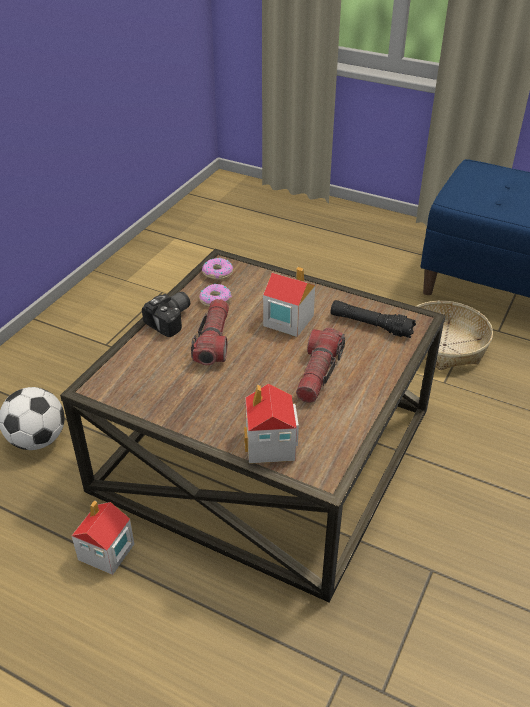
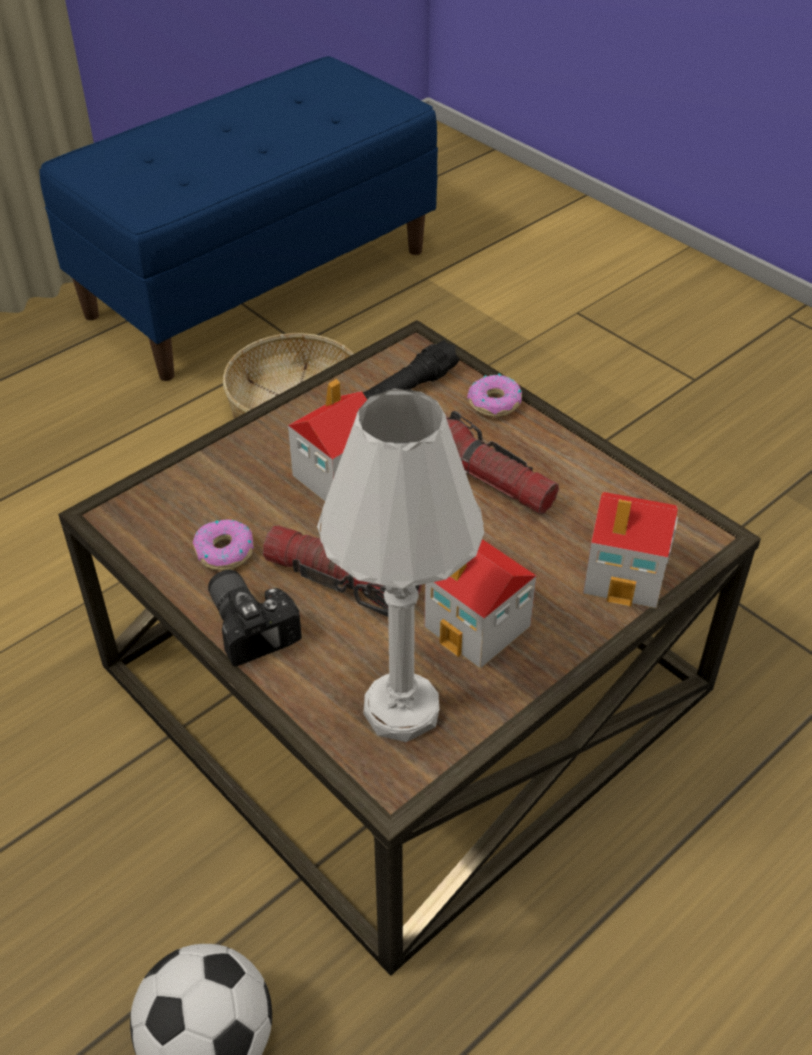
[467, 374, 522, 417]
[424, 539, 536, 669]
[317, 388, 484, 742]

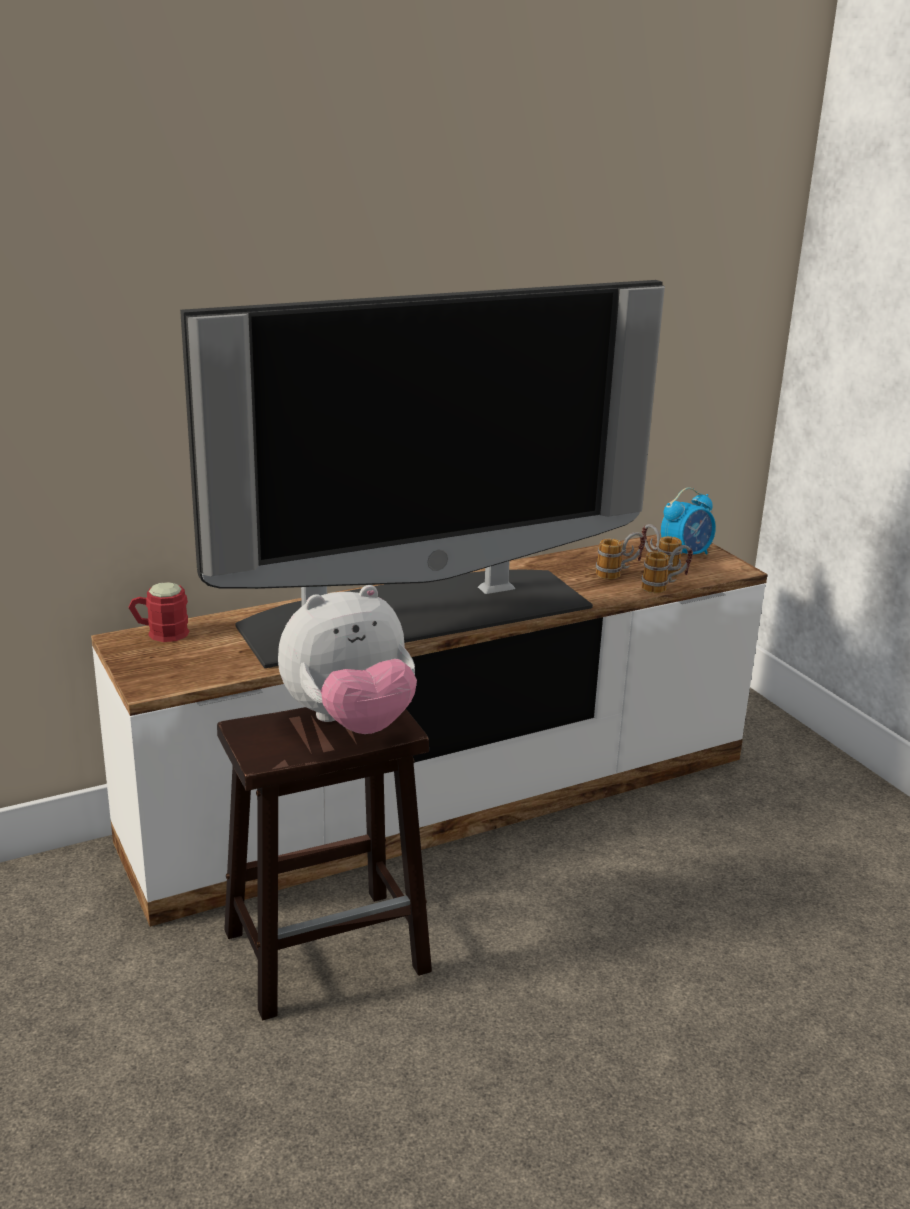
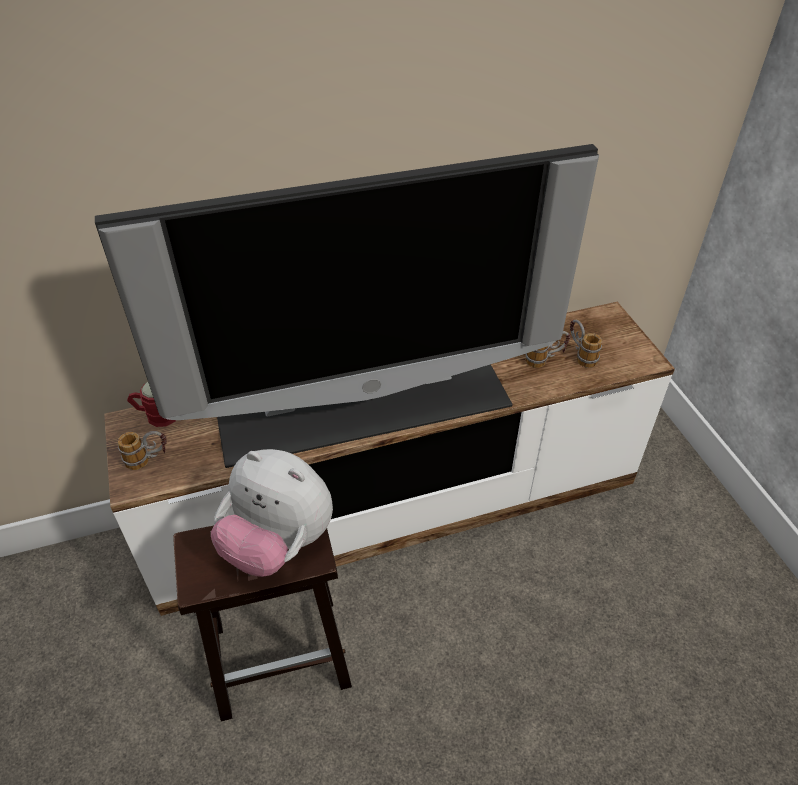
[661, 487, 716, 555] (first image)
[118, 431, 167, 470]
[211, 449, 333, 577]

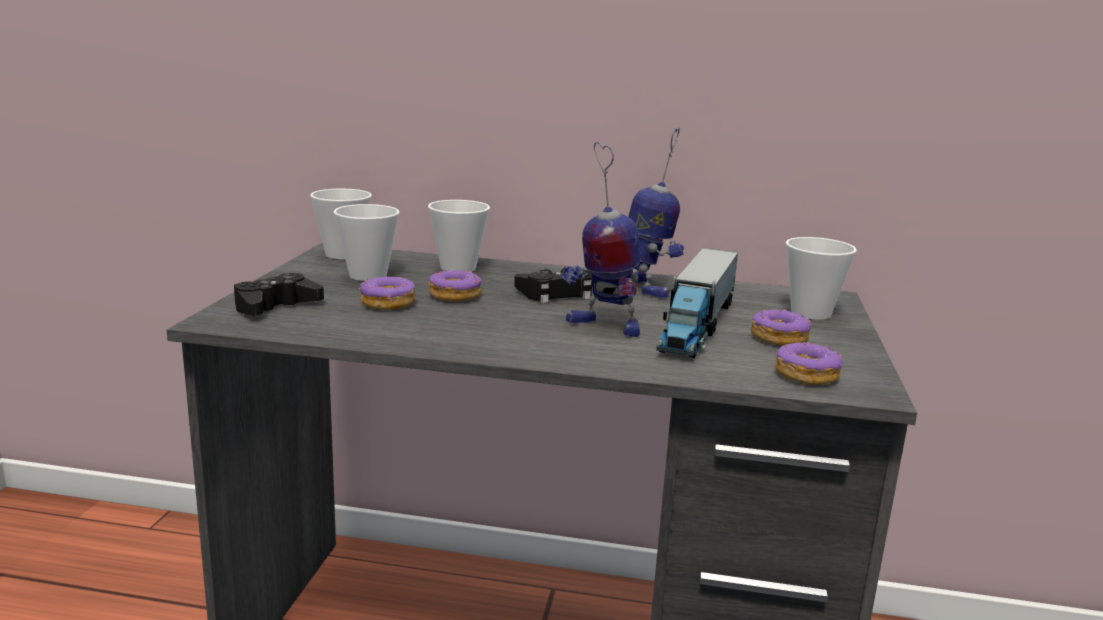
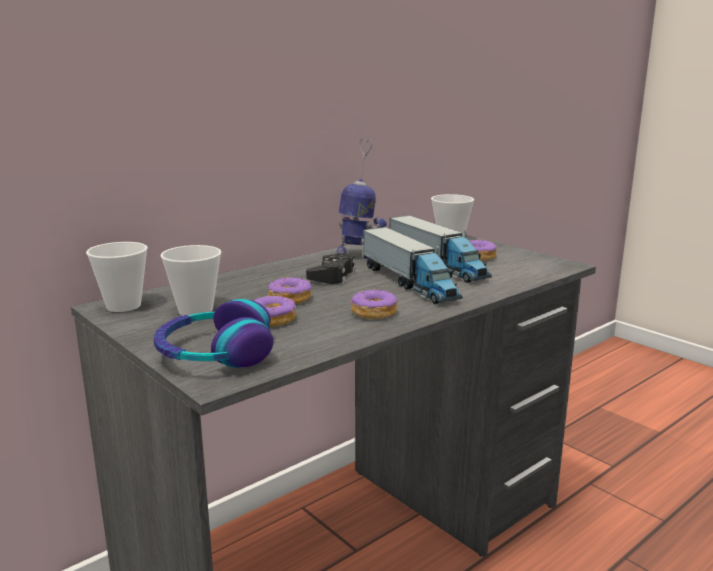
[363, 227, 463, 304]
[428, 200, 490, 272] (first image)
[154, 299, 274, 368]
[350, 288, 398, 319]

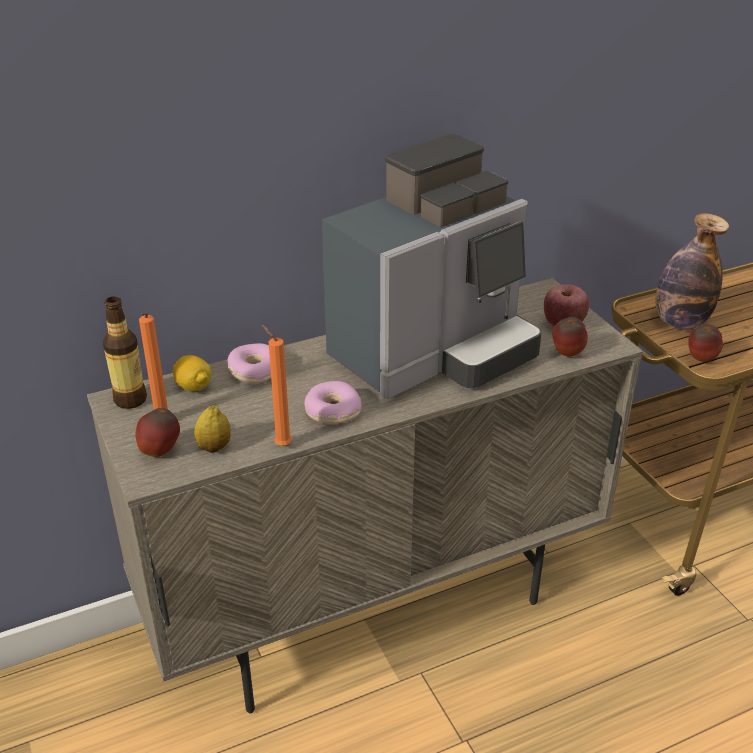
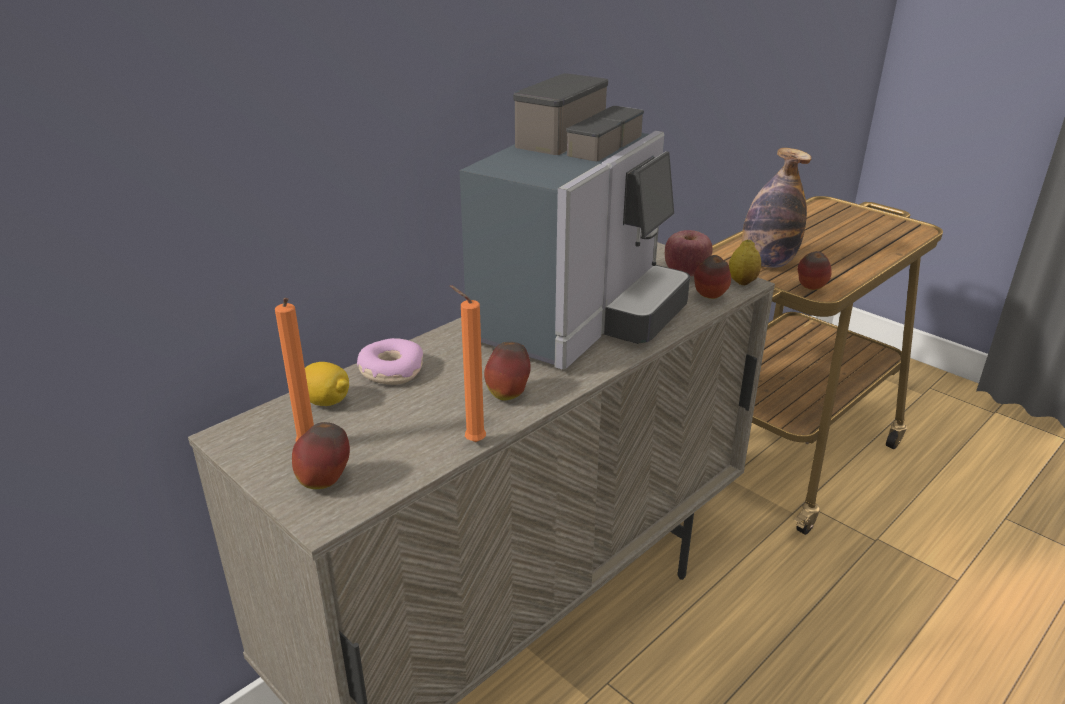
[103, 297, 147, 409] (first image)
[484, 342, 531, 401]
[729, 240, 761, 285]

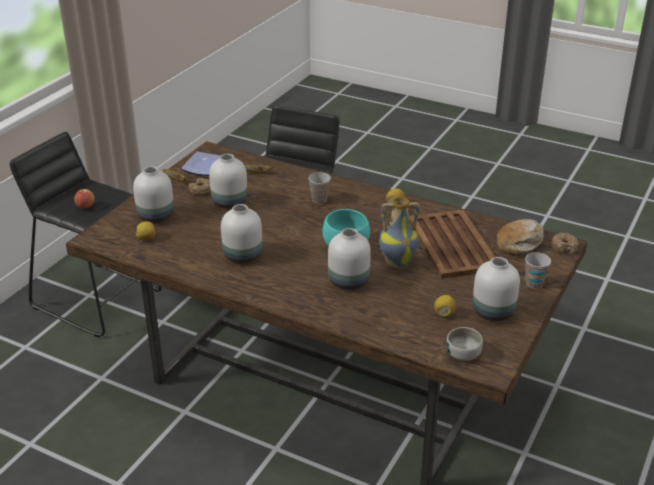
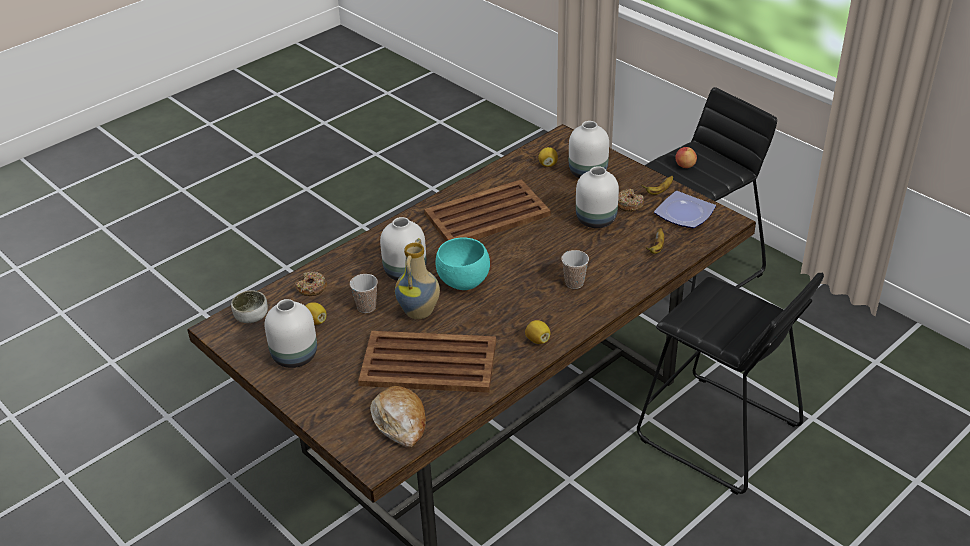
[424, 179, 551, 241]
[296, 272, 327, 296]
[350, 274, 378, 313]

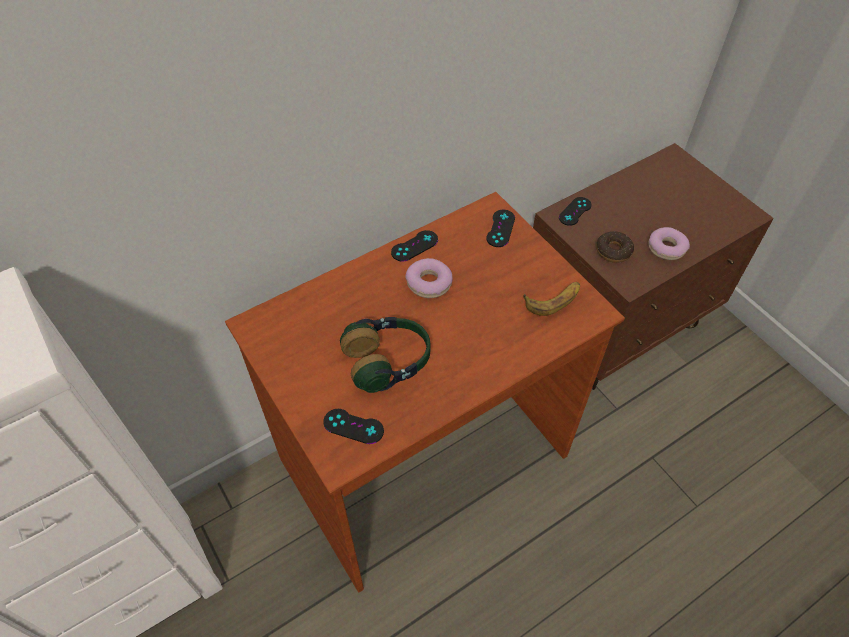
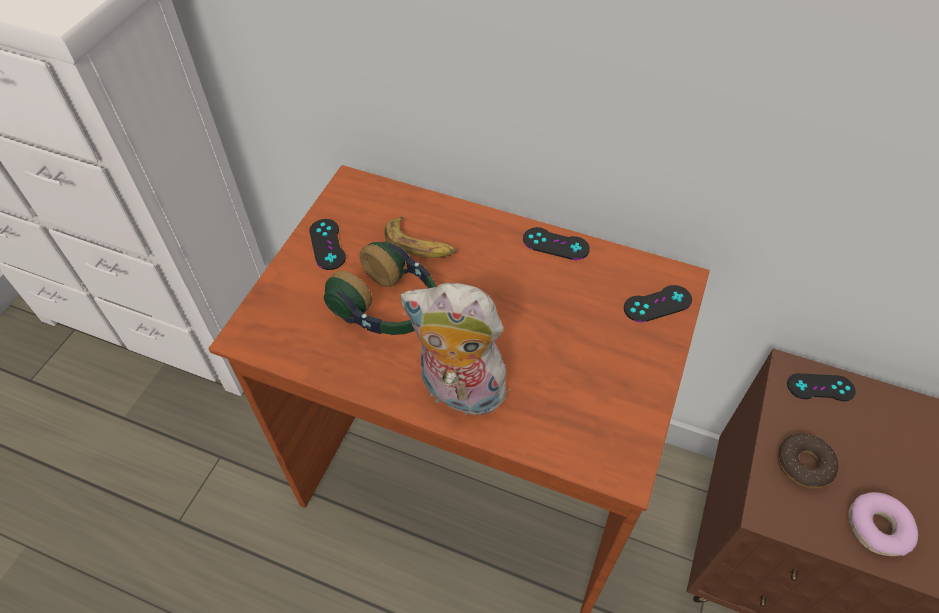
[405, 258, 452, 298] (first image)
[384, 217, 456, 258]
[309, 219, 346, 270]
[400, 283, 512, 415]

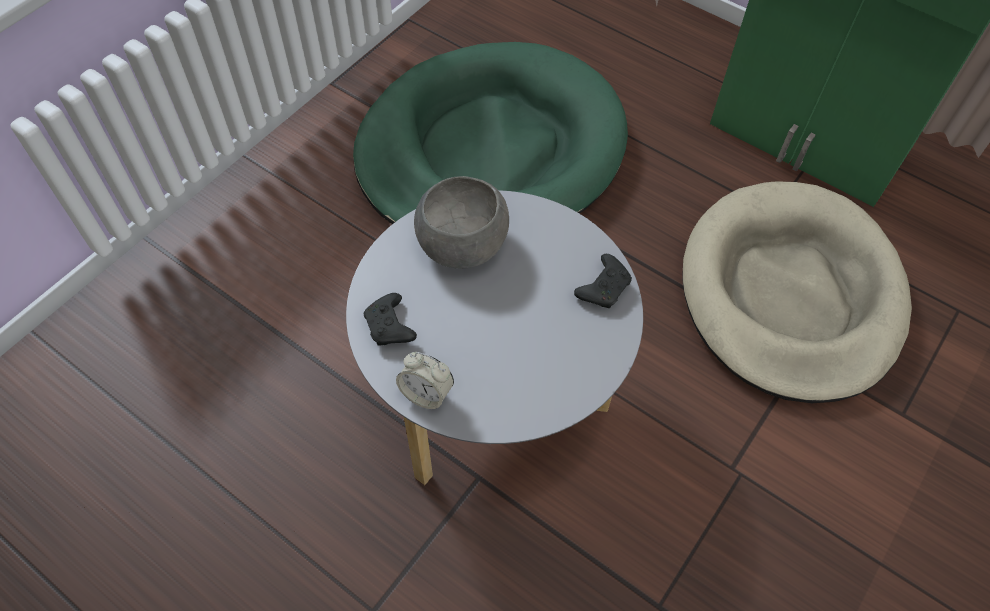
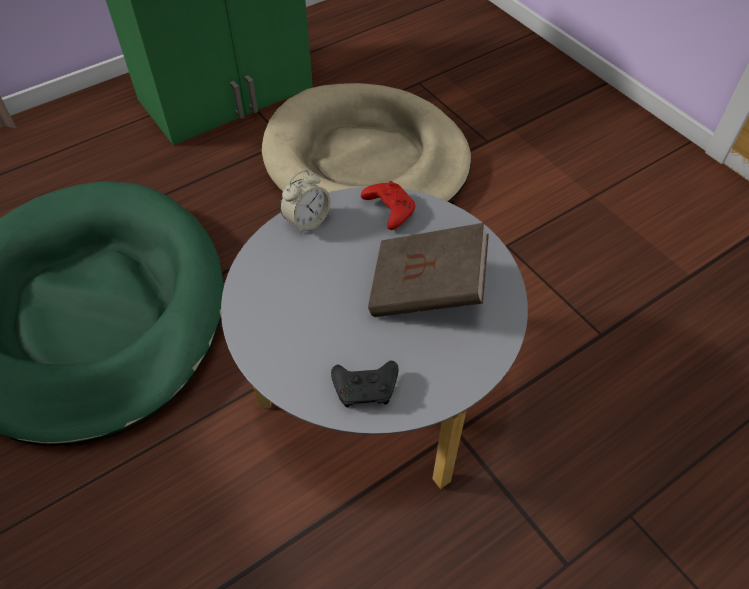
[414, 176, 509, 269] (first image)
[361, 181, 415, 230]
[280, 170, 330, 234]
[368, 223, 489, 317]

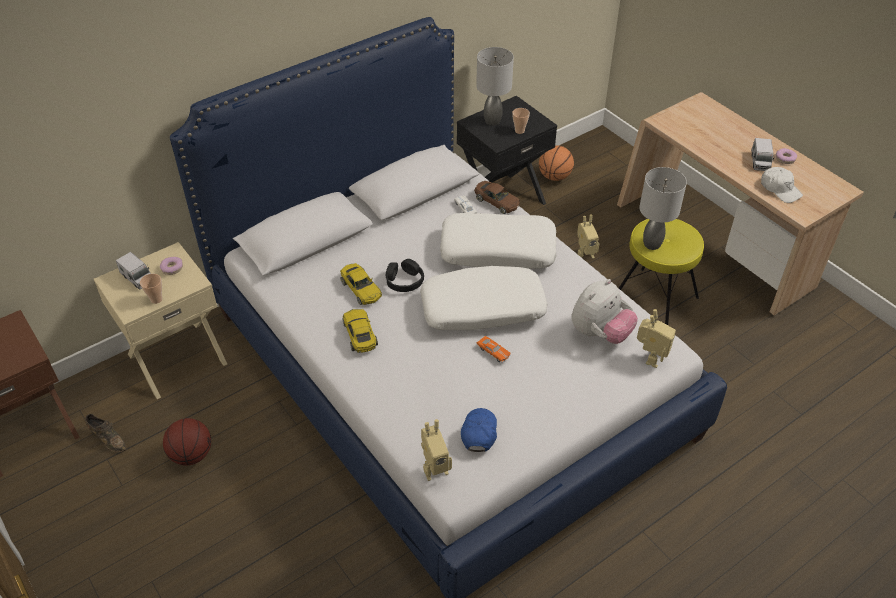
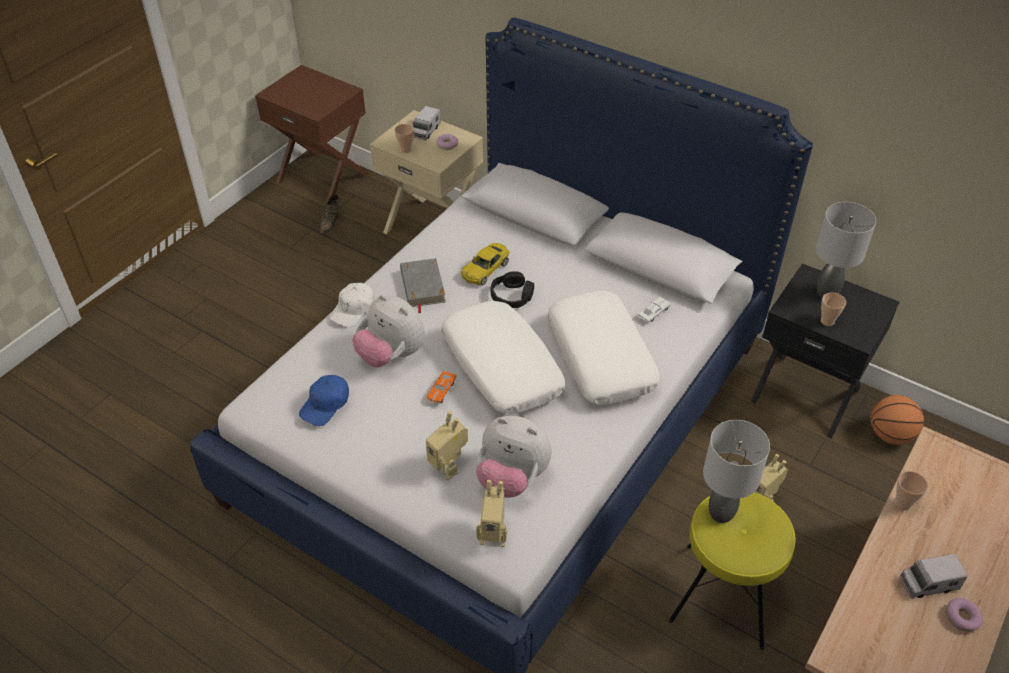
[329, 283, 374, 328]
[474, 181, 520, 214] (first image)
[400, 258, 446, 313]
[299, 375, 349, 426]
[163, 418, 211, 466] (first image)
[426, 411, 468, 480]
[352, 294, 425, 367]
[895, 471, 928, 511]

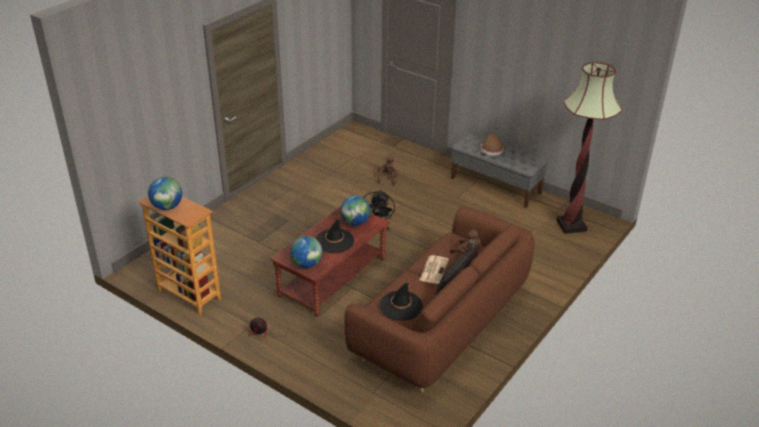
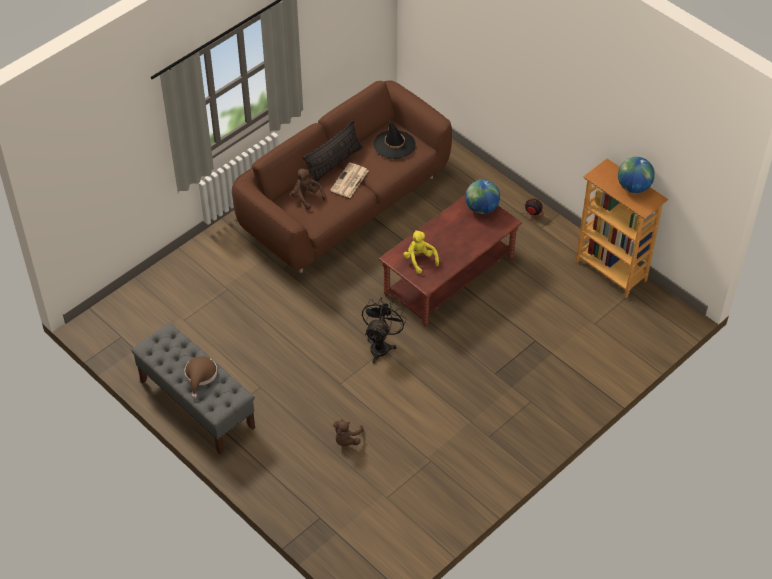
[557, 62, 622, 234] (first image)
[403, 230, 439, 274]
[316, 219, 354, 253] (first image)

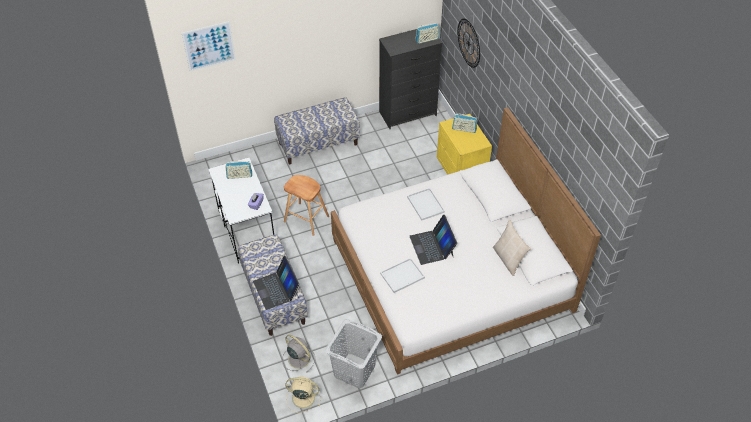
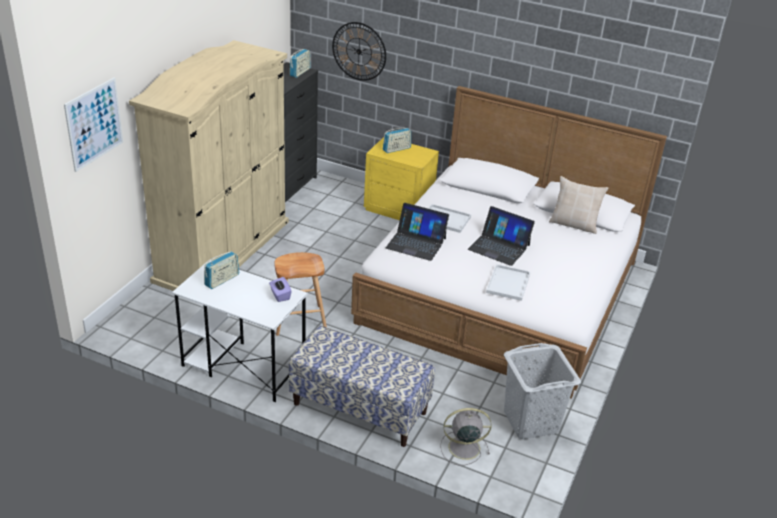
[129, 40, 289, 291]
[386, 203, 449, 261]
[285, 377, 320, 413] (first image)

